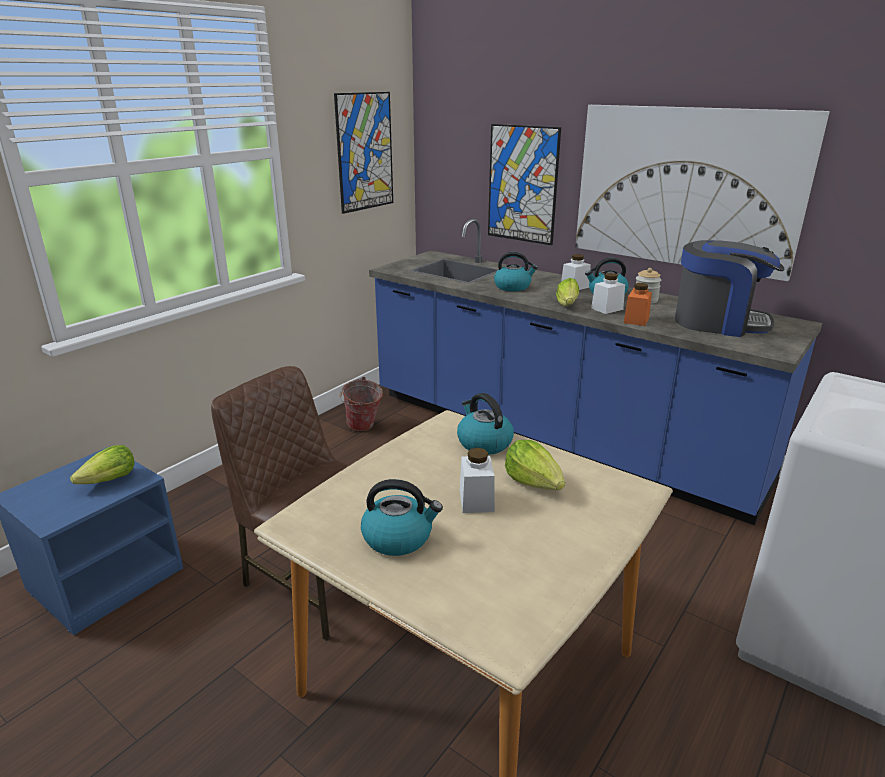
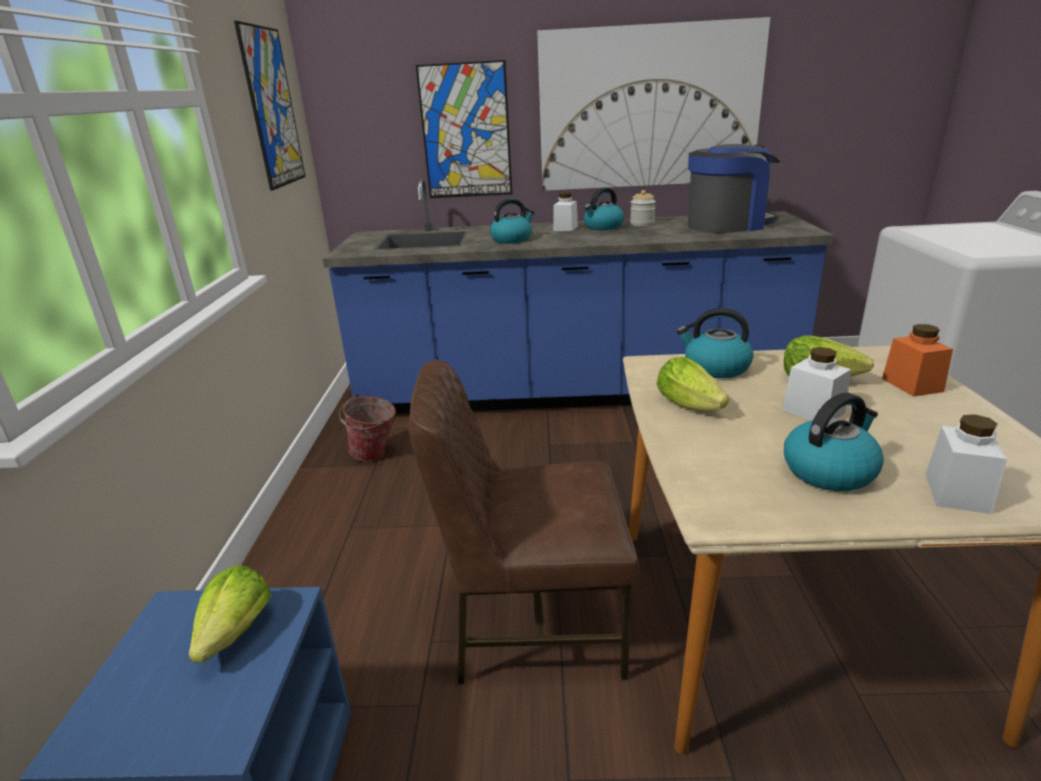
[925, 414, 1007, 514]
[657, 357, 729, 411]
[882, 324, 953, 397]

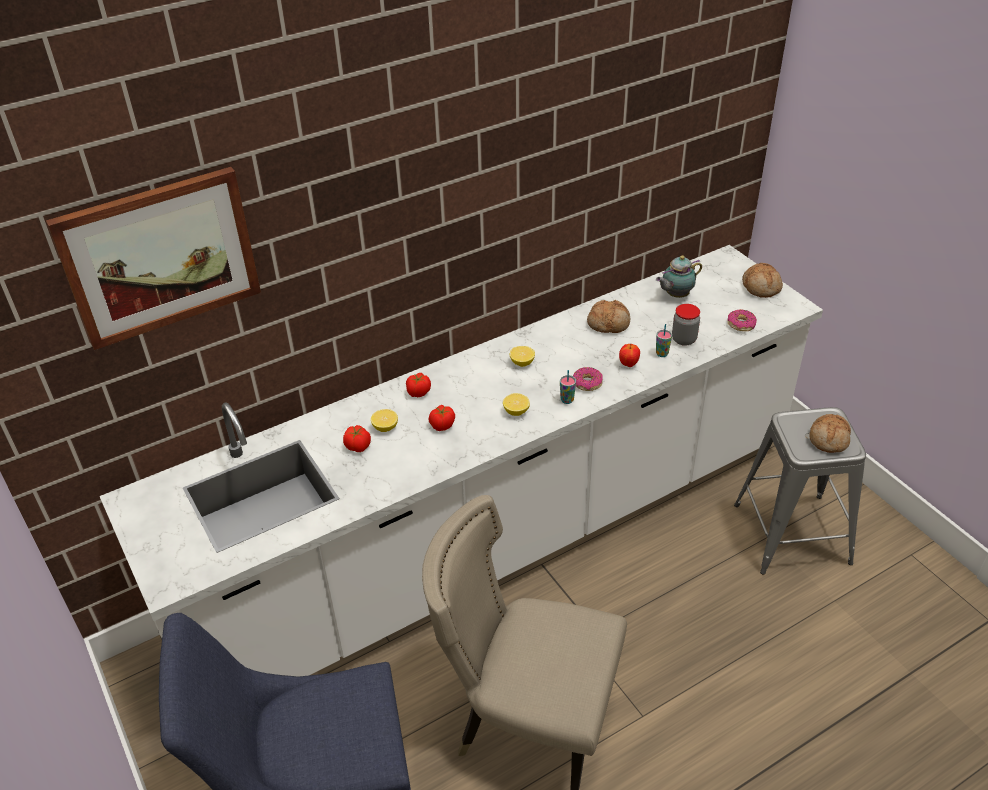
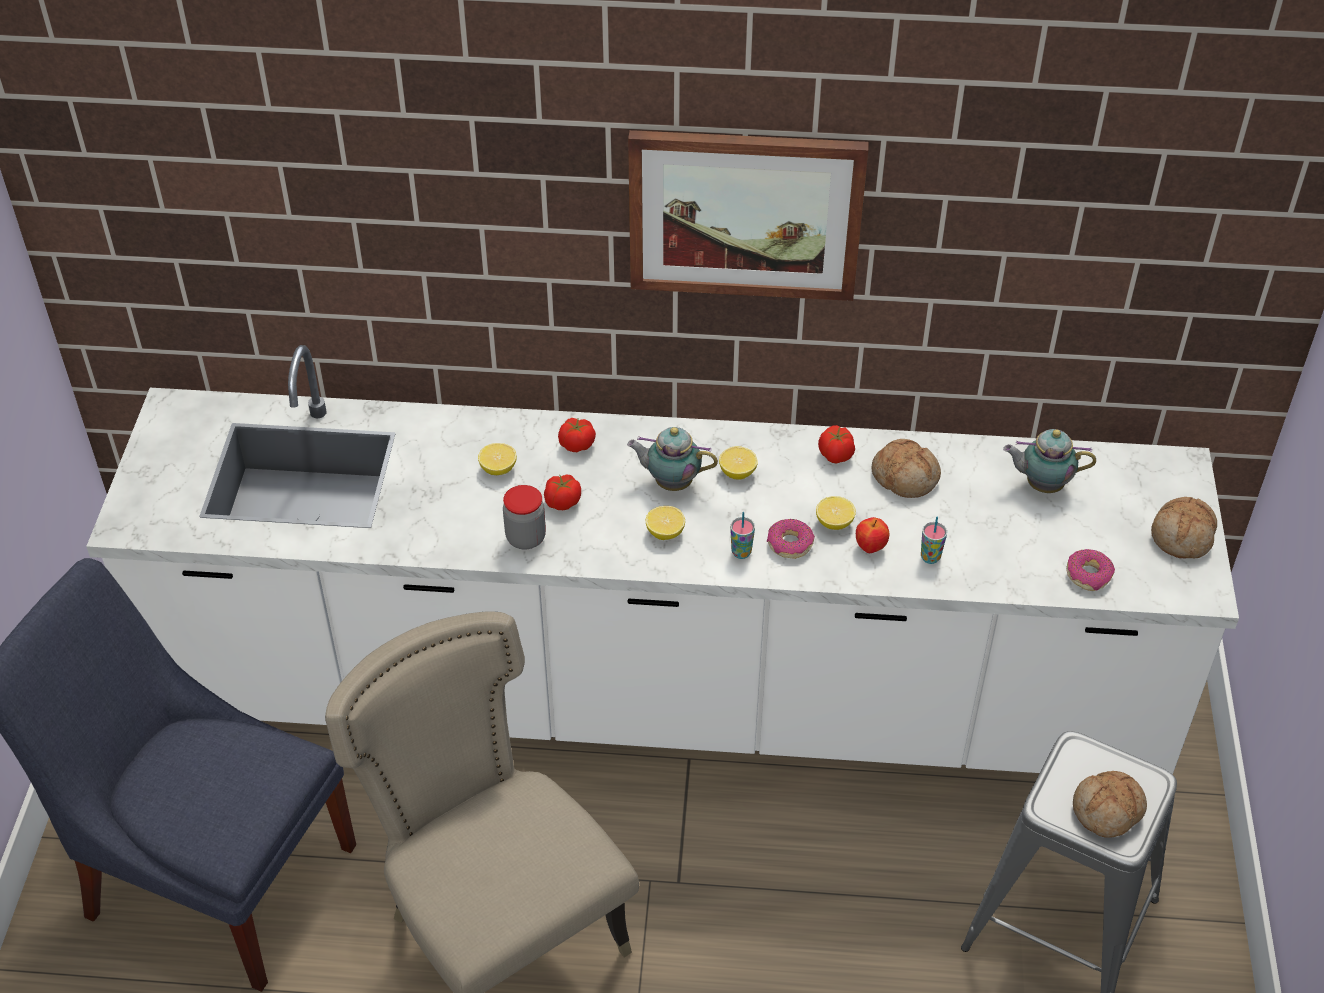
[628, 130, 868, 301]
[503, 485, 546, 550]
[818, 425, 855, 464]
[627, 427, 718, 491]
[816, 496, 856, 530]

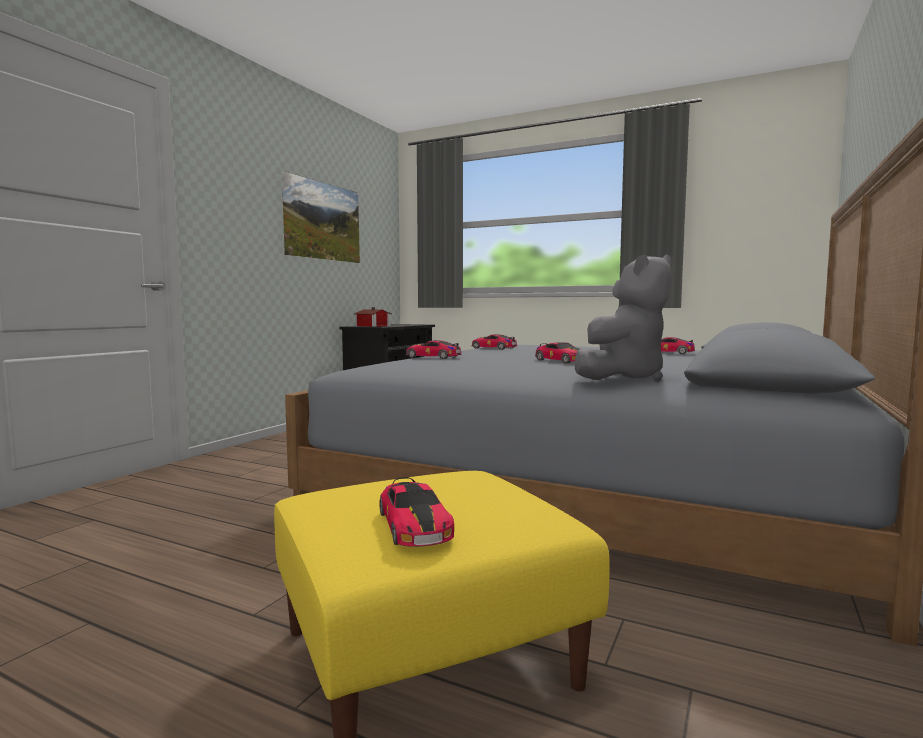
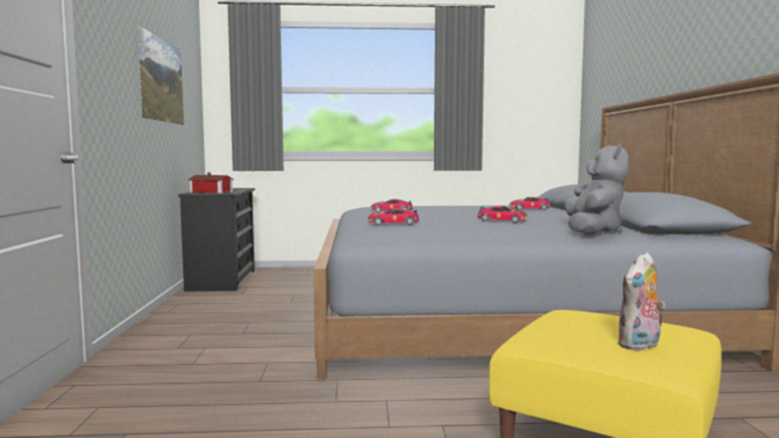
[617, 252, 665, 351]

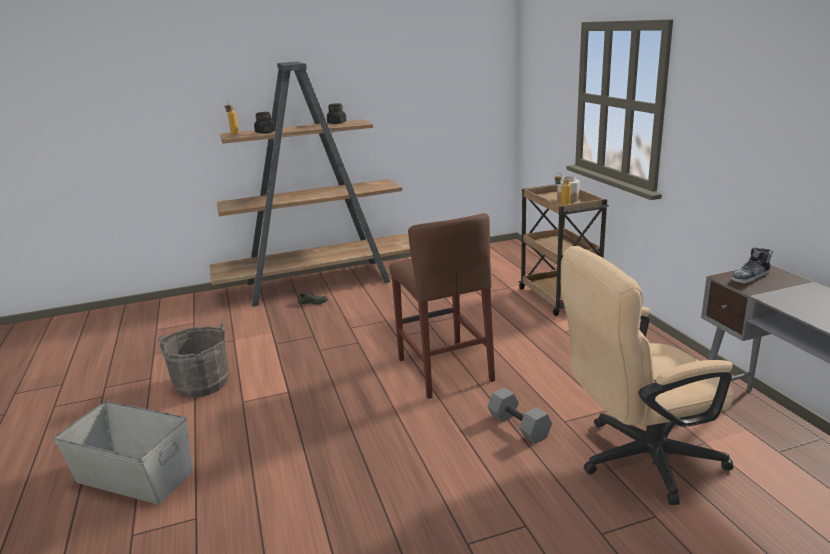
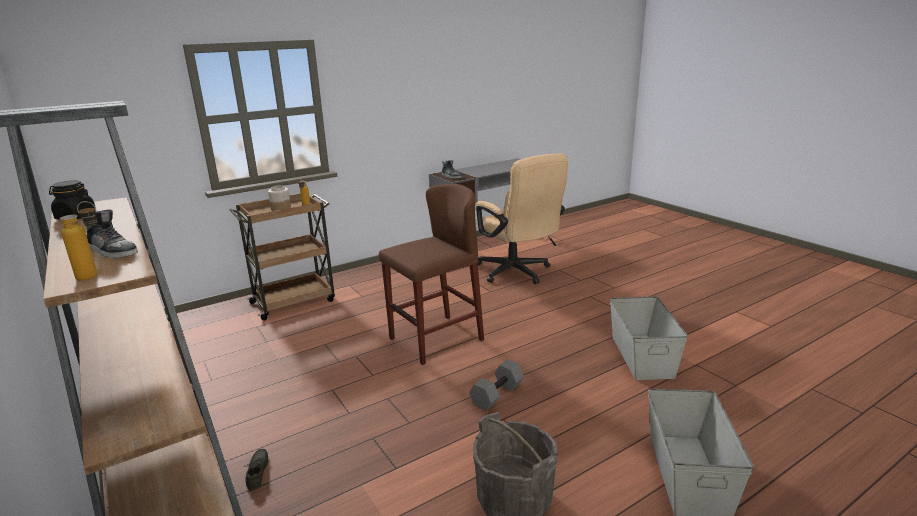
[86, 209, 138, 259]
[469, 360, 524, 411]
[610, 297, 688, 380]

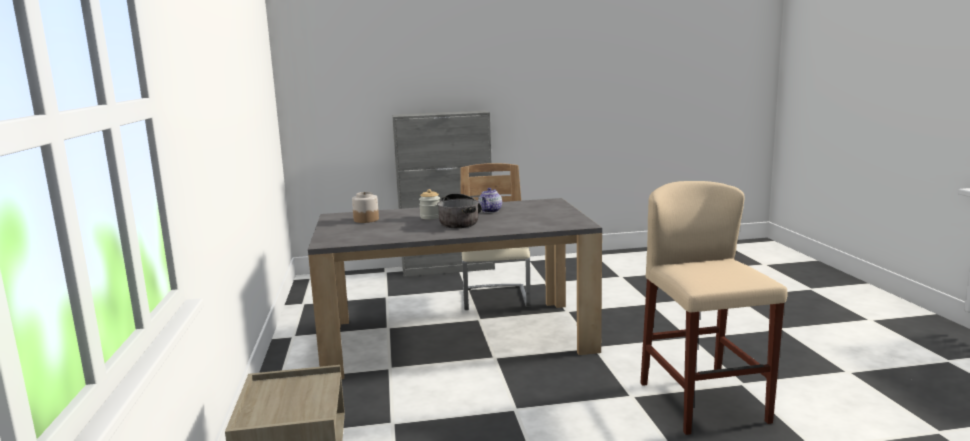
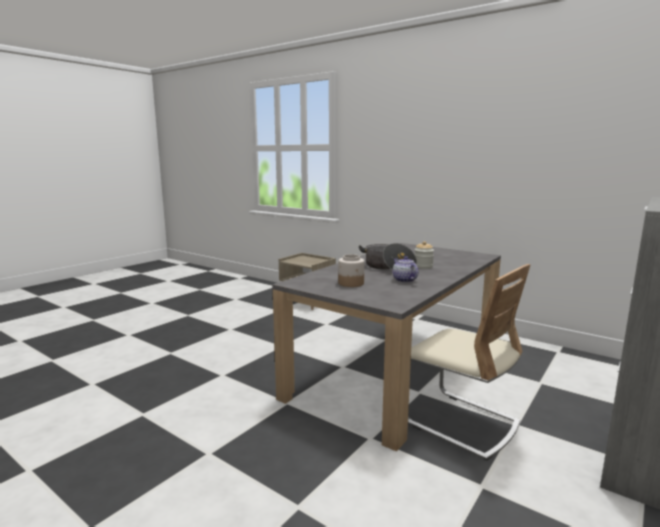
[640, 181, 788, 435] (first image)
[338, 254, 365, 287]

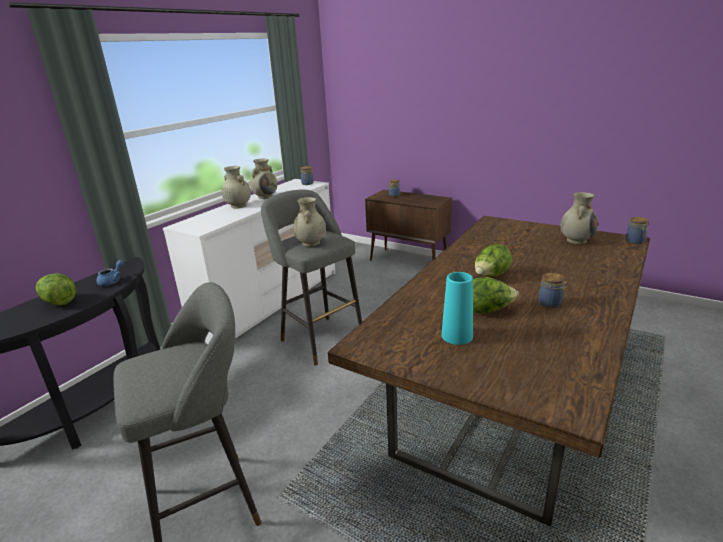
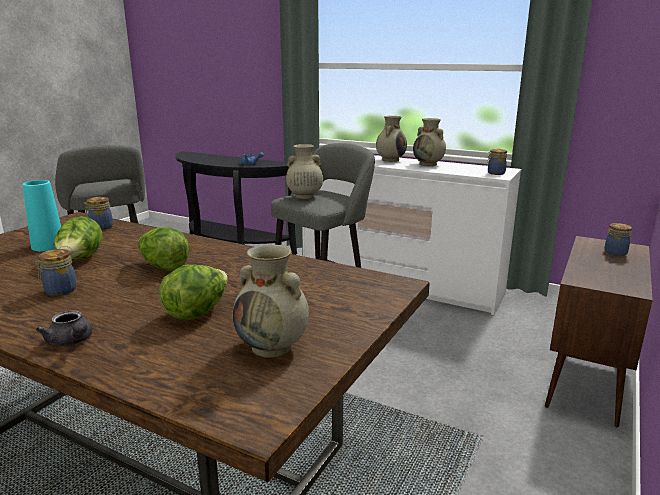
[84, 197, 113, 230]
[159, 265, 228, 320]
[36, 310, 92, 346]

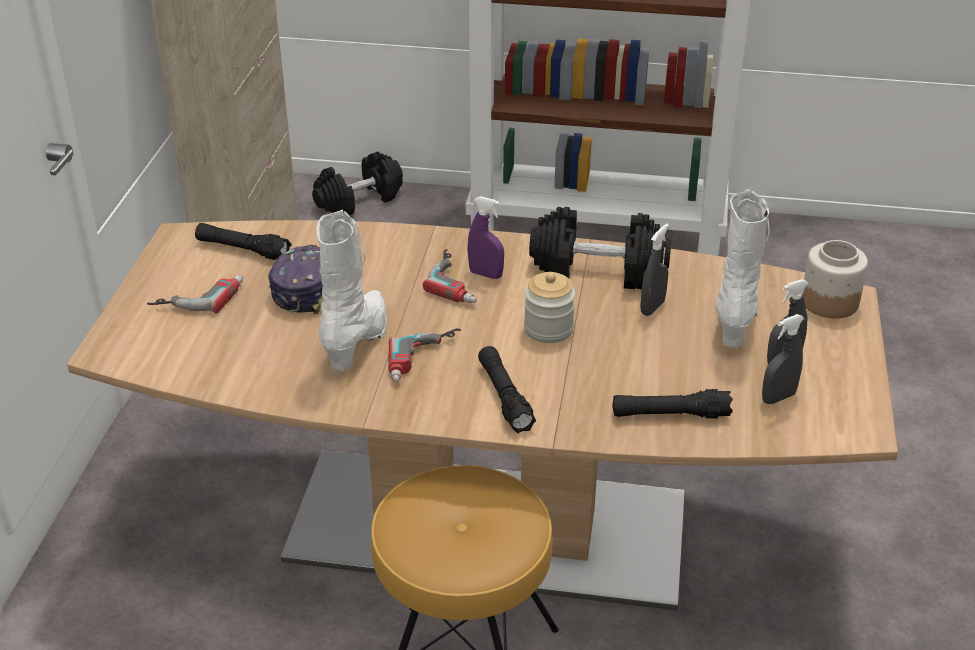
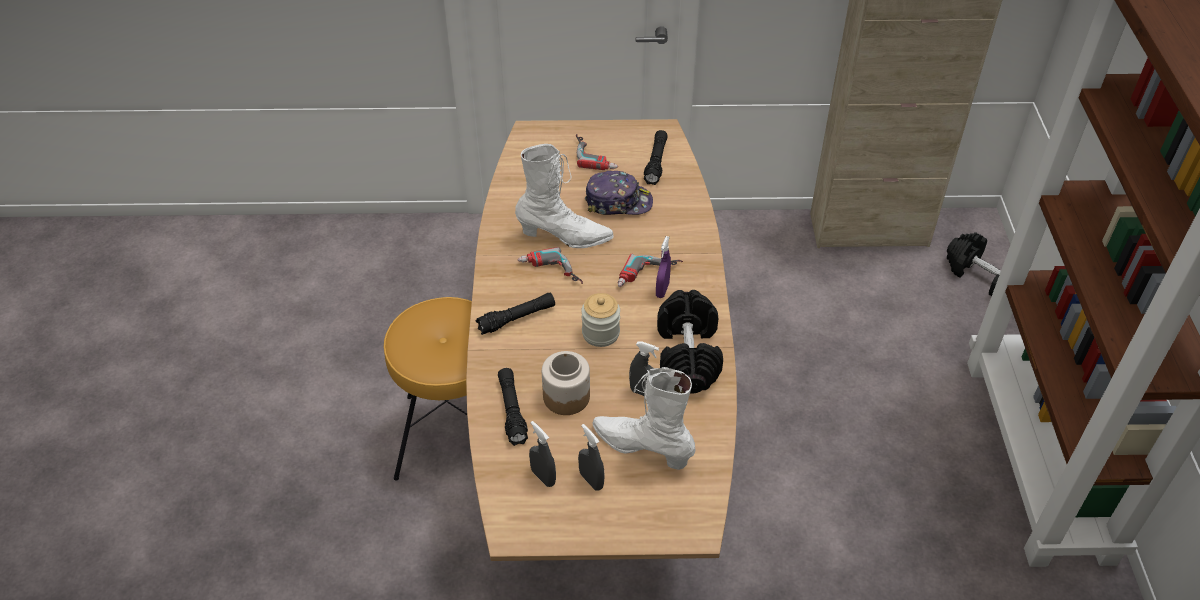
[593, 367, 696, 470]
[542, 351, 590, 415]

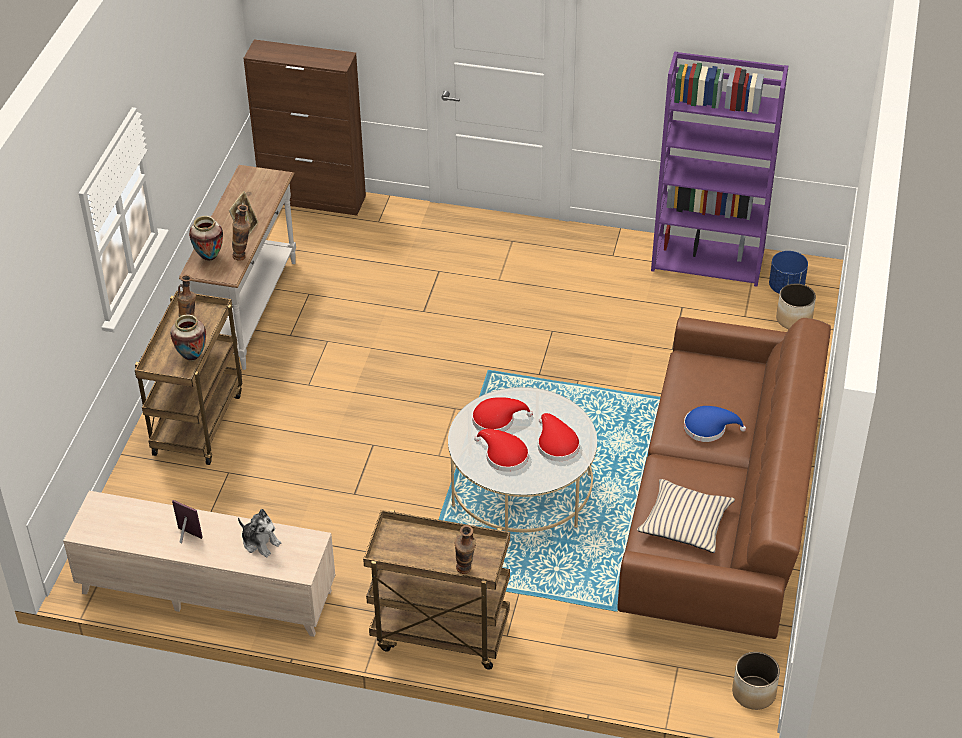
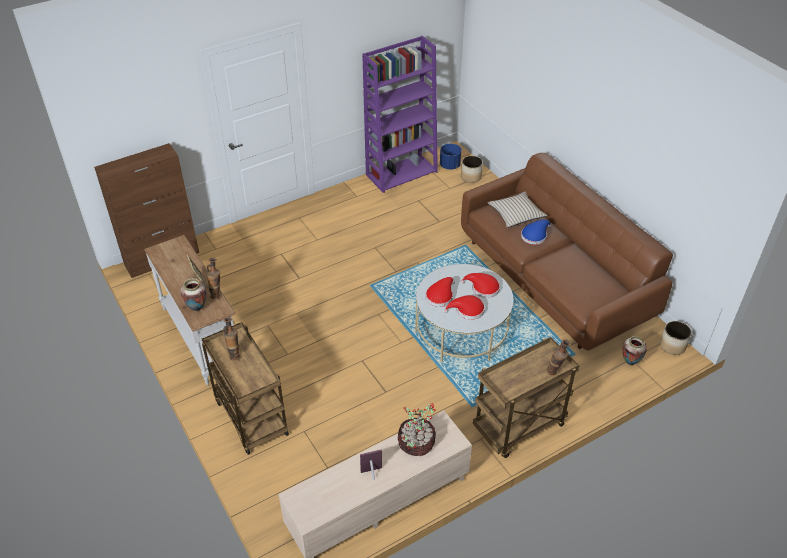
[623, 336, 647, 365]
[488, 192, 547, 227]
[398, 403, 436, 456]

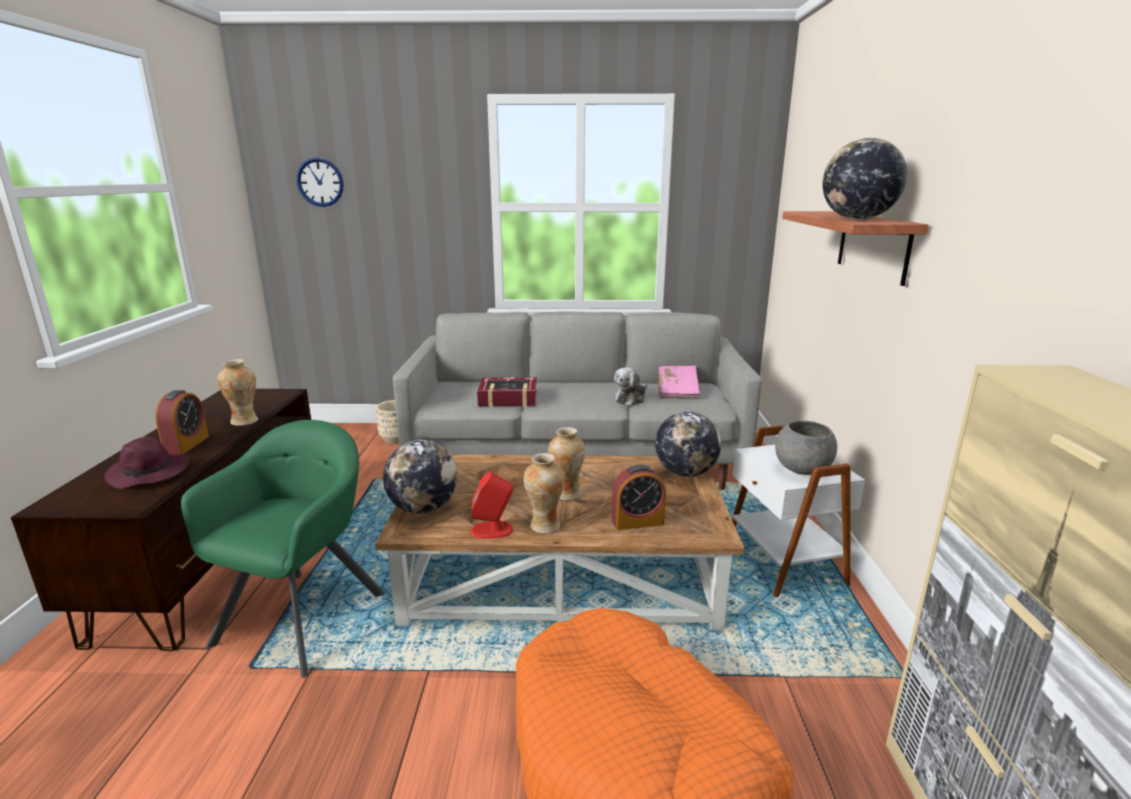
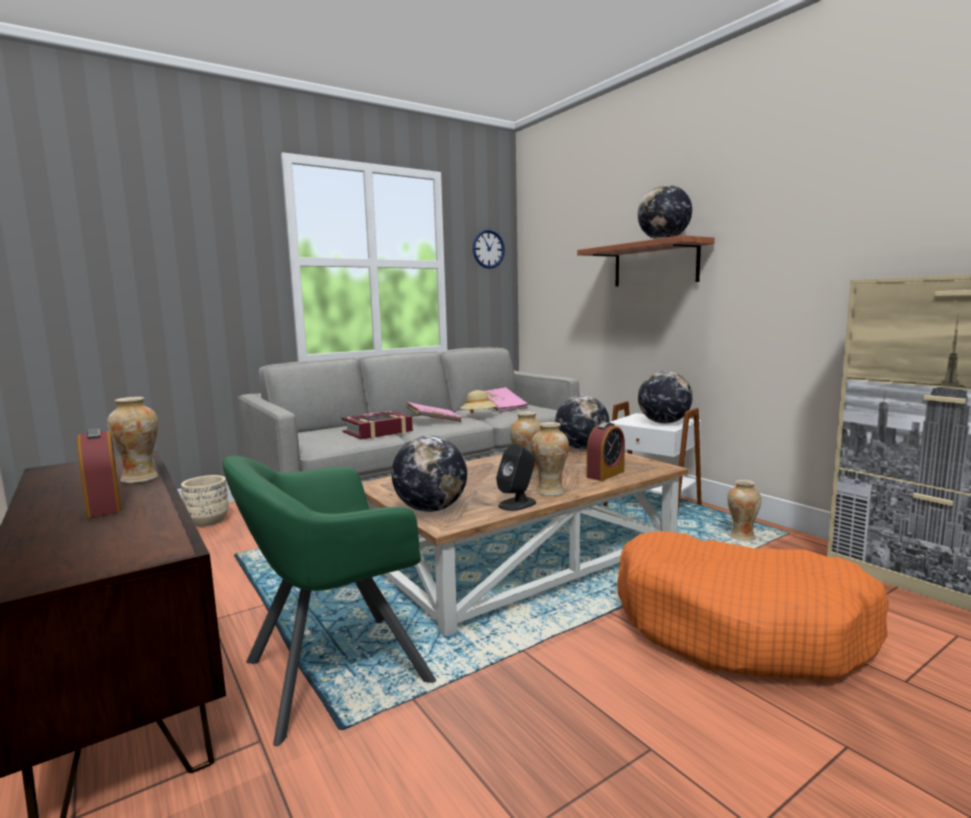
[473, 230, 505, 269]
[460, 390, 497, 414]
[223, 456, 436, 746]
[638, 371, 693, 424]
[104, 437, 189, 489] (first image)
[496, 444, 536, 511]
[406, 402, 462, 422]
[727, 480, 761, 542]

